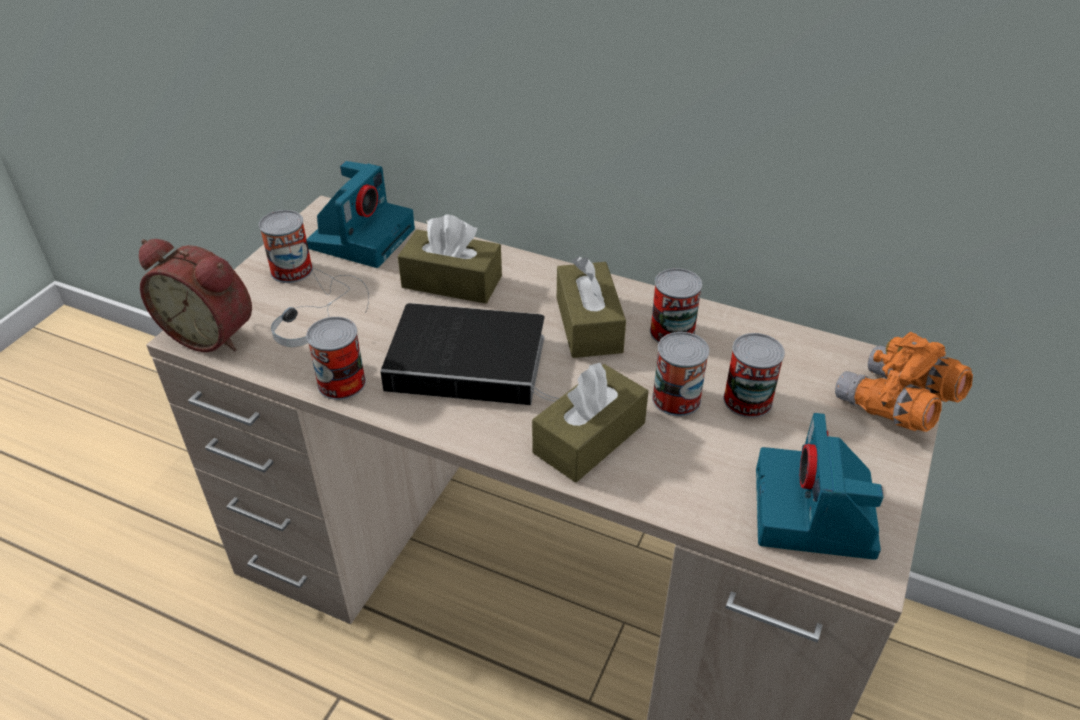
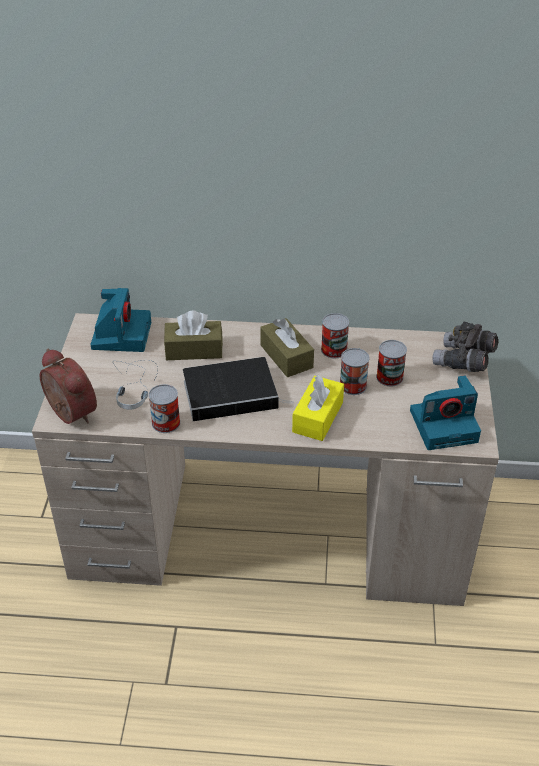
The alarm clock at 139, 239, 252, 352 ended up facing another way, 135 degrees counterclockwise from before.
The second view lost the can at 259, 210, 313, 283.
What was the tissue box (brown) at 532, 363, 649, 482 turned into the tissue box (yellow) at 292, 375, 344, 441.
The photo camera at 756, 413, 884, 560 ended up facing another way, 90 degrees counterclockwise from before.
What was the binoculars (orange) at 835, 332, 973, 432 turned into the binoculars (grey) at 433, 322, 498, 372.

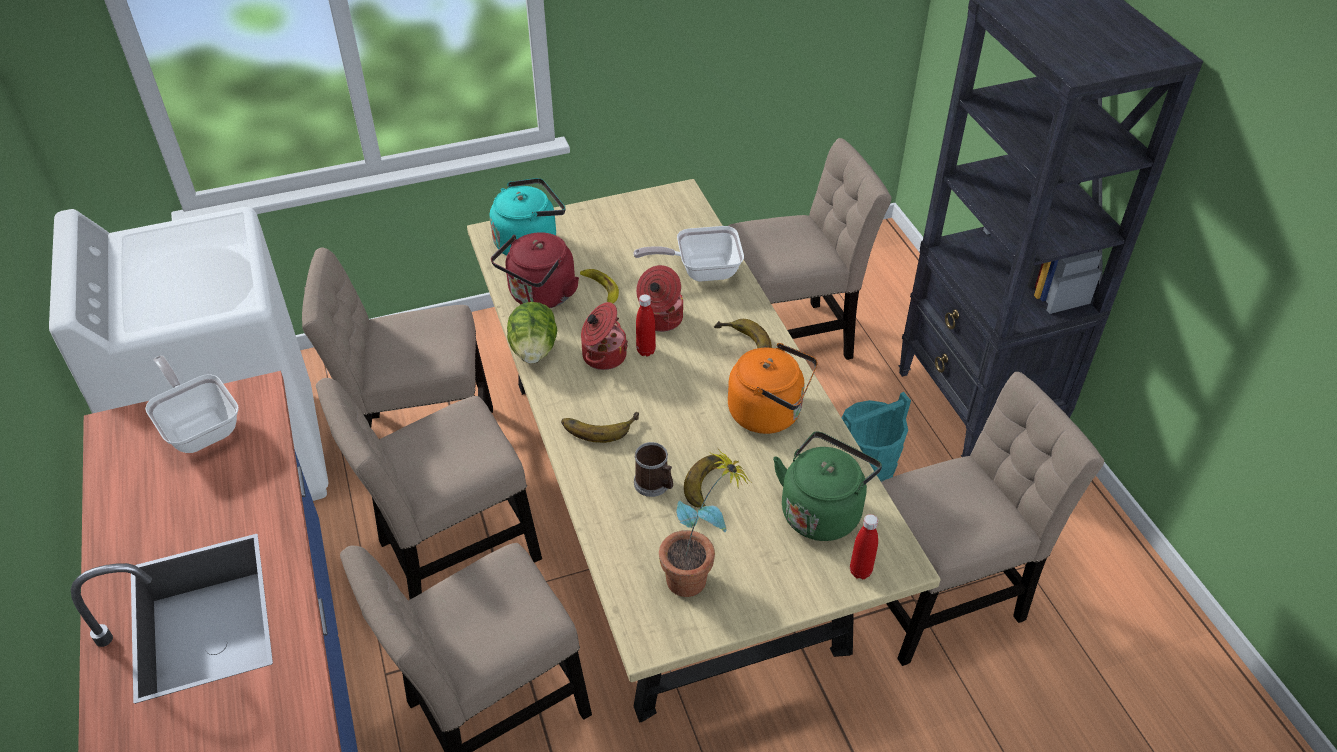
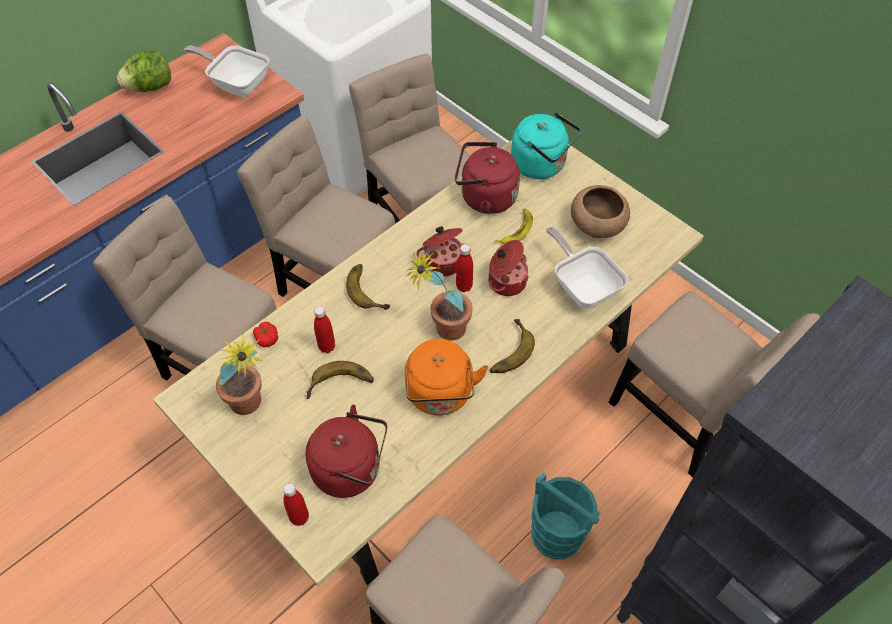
The frying pan at 145, 355, 239, 453 ended up facing another way, 90 degrees counterclockwise from before.
The lettuce ended up elsewhere, having gone from 507, 302, 557, 364 to 117, 51, 171, 92.
Where the mug stood at 634, 442, 673, 497, the bottle (red) came to stand at 314, 306, 335, 353.
What was the kettle (green) at 773, 431, 882, 541 turned into the kettle (red) at 305, 405, 387, 498.
The second view gained the tomato at 253, 322, 278, 347.
The second view gained the potted plant at 405, 251, 473, 341.
The second view gained the bowl (brown) at 571, 185, 630, 238.

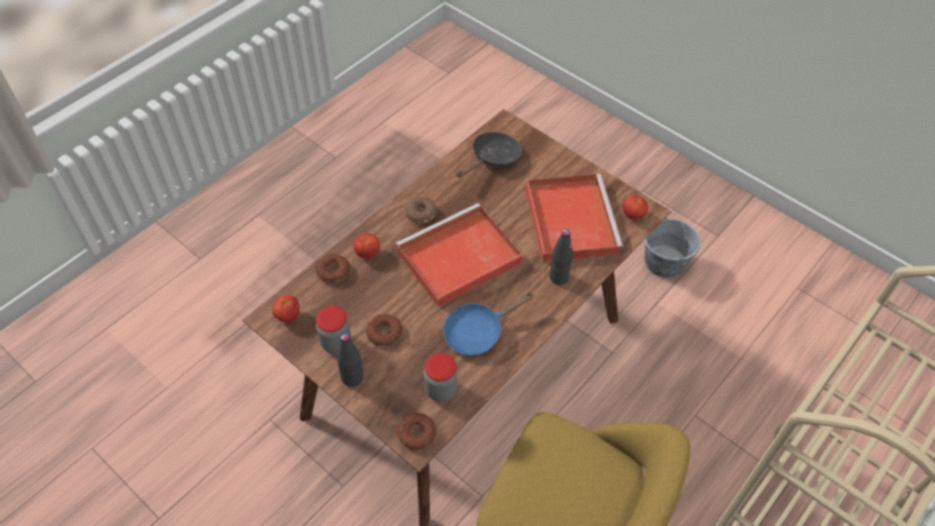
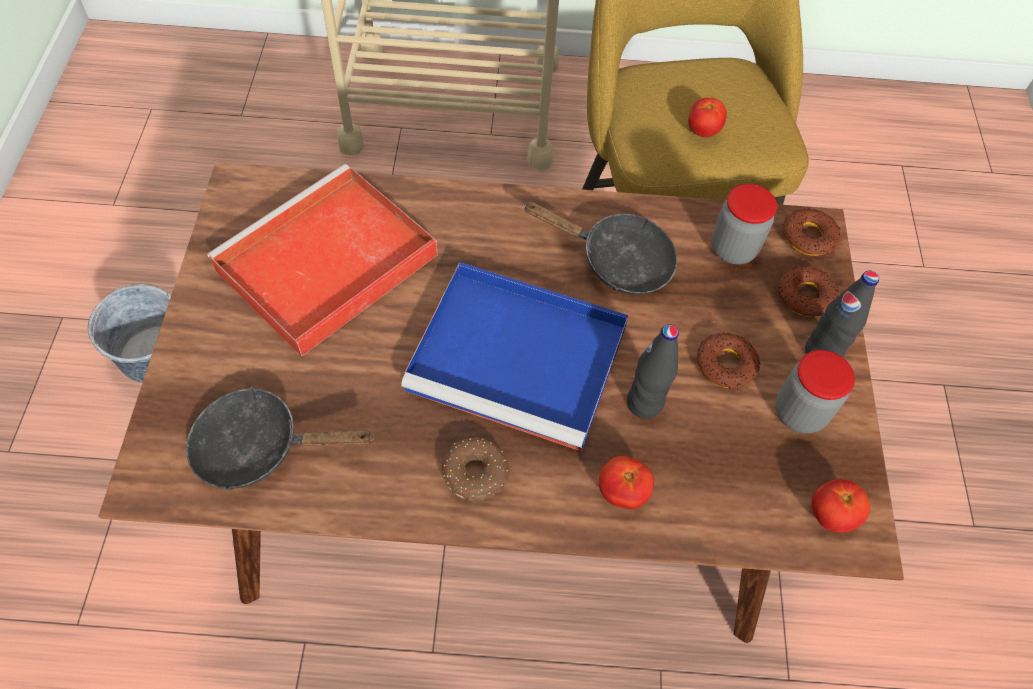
The donut ended up elsewhere, having gone from 315, 254, 350, 284 to 779, 265, 839, 317.
What was the tray (red) at 396, 203, 523, 307 turned into the tray (blue) at 401, 262, 629, 451.
What was the frying pan (blue) at 443, 292, 533, 356 turned into the frying pan (black) at 523, 202, 677, 295.
The bottle (black) ended up elsewhere, having gone from 549, 229, 573, 285 to 627, 324, 679, 419.
The tomato ended up elsewhere, having gone from 622, 195, 648, 219 to 688, 97, 727, 137.

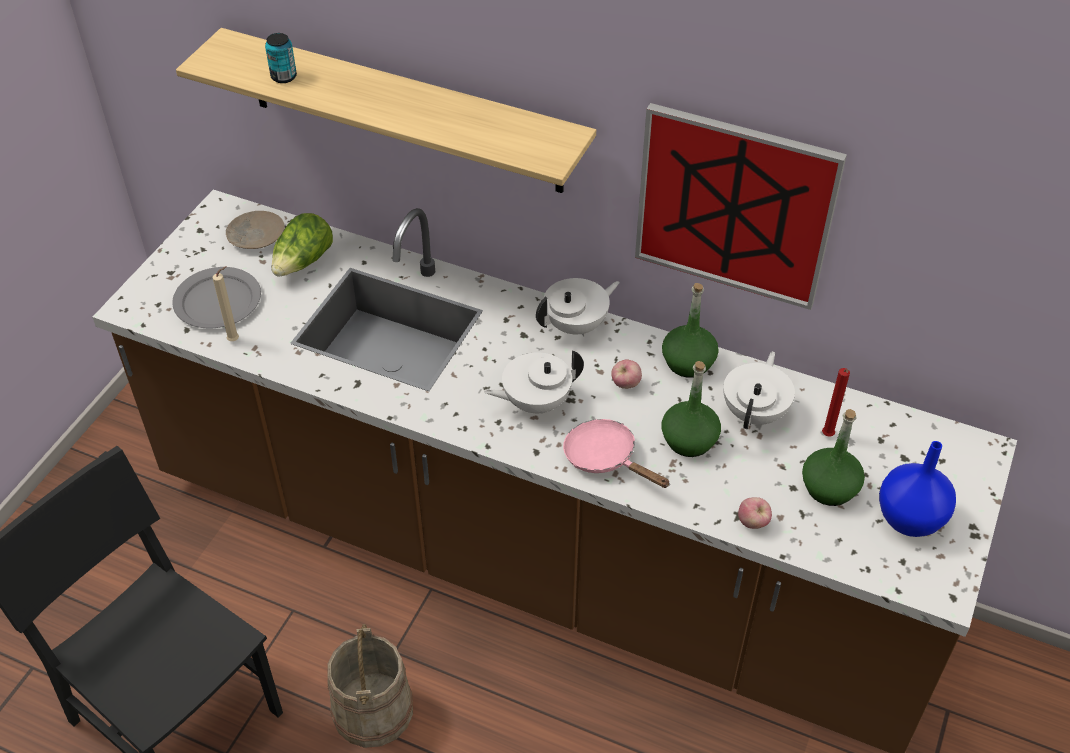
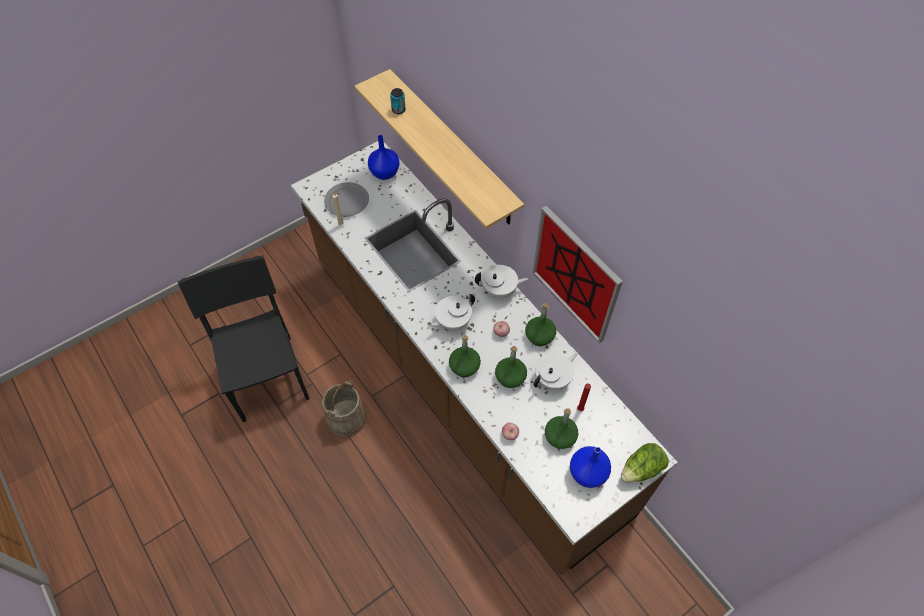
Where the plate (beige) stood at 226, 211, 285, 249, the vase (blue) came to stand at 368, 135, 400, 180.
The lettuce ended up elsewhere, having gone from 272, 213, 333, 277 to 621, 443, 669, 482.
The teapot (white) at 485, 350, 584, 414 ended up facing another way, 45 degrees counterclockwise from before.
Where the frying pan (pink) stood at 563, 419, 670, 488, the bottle (green) came to stand at 449, 335, 481, 377.

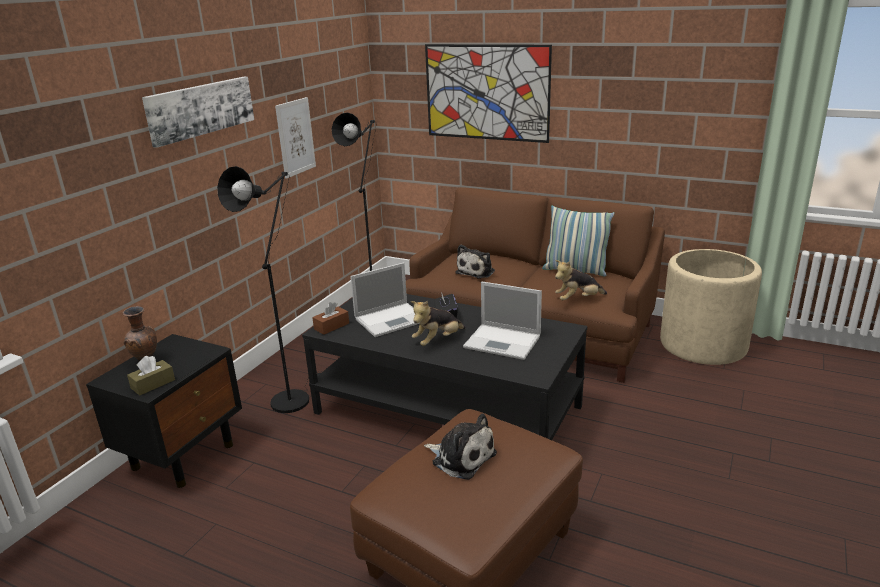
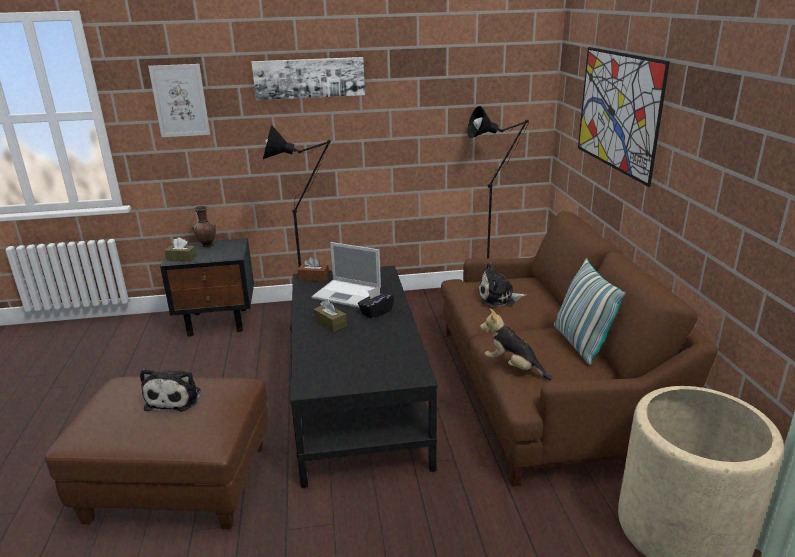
The picture ended up elsewhere, having gone from 275, 97, 316, 179 to 148, 64, 210, 137.
Where the plush toy stood at 410, 301, 466, 346, the tissue box (brown) came to stand at 313, 299, 347, 332.
The second view lost the laptop at 463, 282, 542, 360.

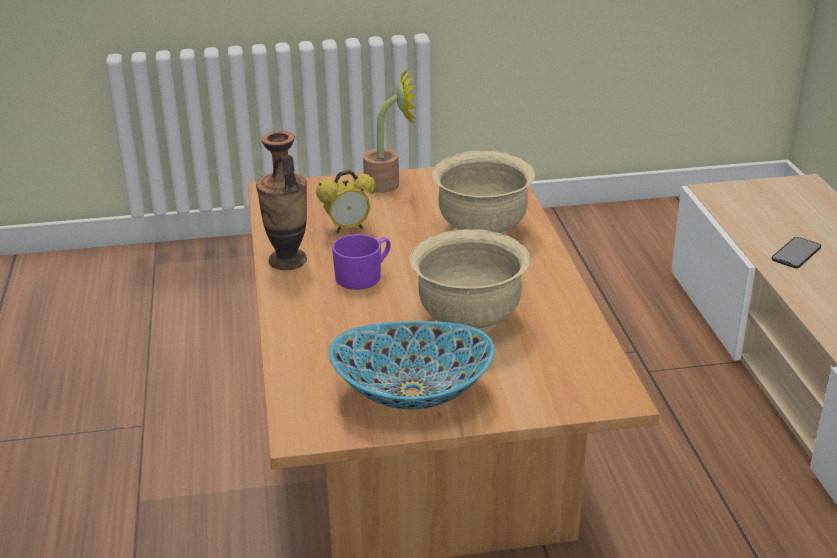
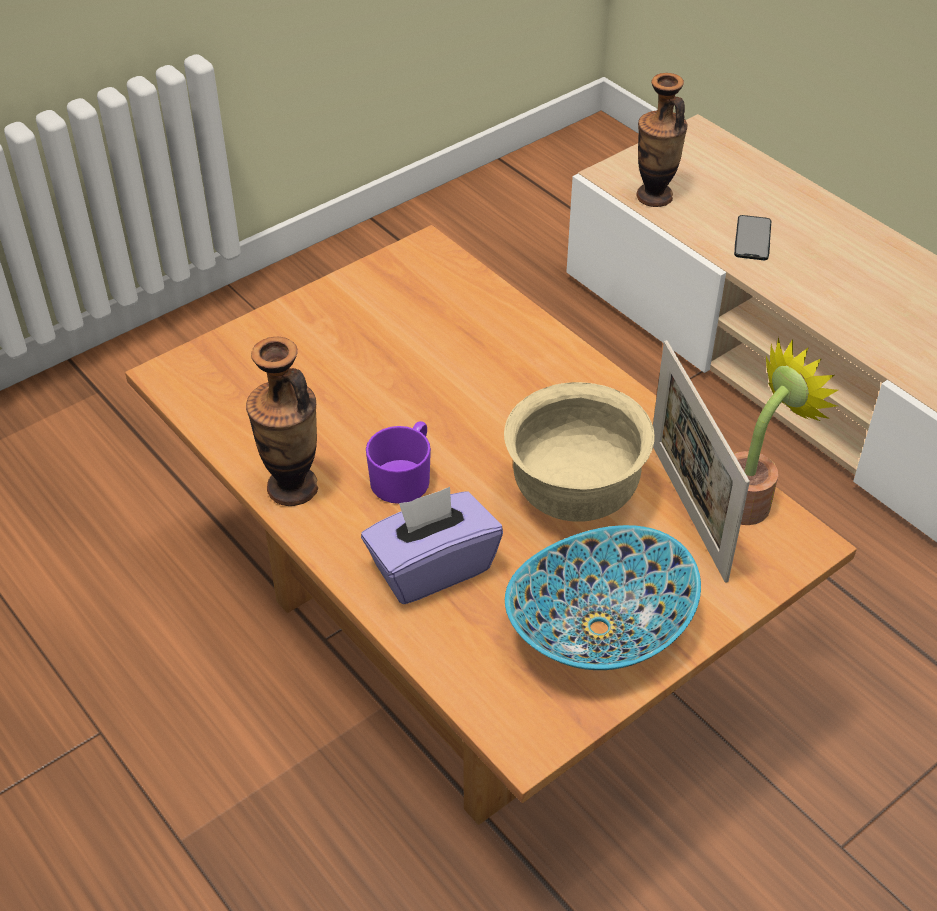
The second view lost the alarm clock at 316, 170, 376, 233.
The potted plant ended up elsewhere, having gone from 363, 70, 417, 193 to 734, 337, 838, 525.
The second view lost the bowl (beige) at 432, 150, 535, 234.
The second view gained the tissue box (purple) at 361, 487, 503, 604.
The second view gained the vase at 636, 73, 687, 207.
The second view gained the picture frame at 653, 340, 750, 582.

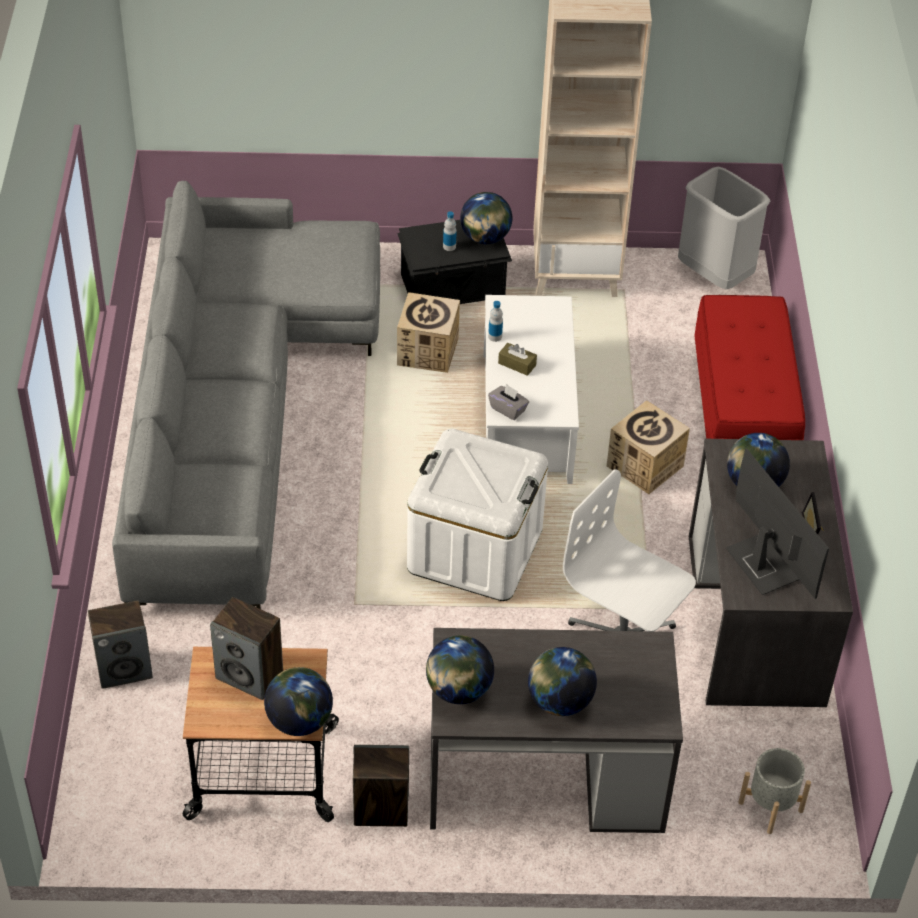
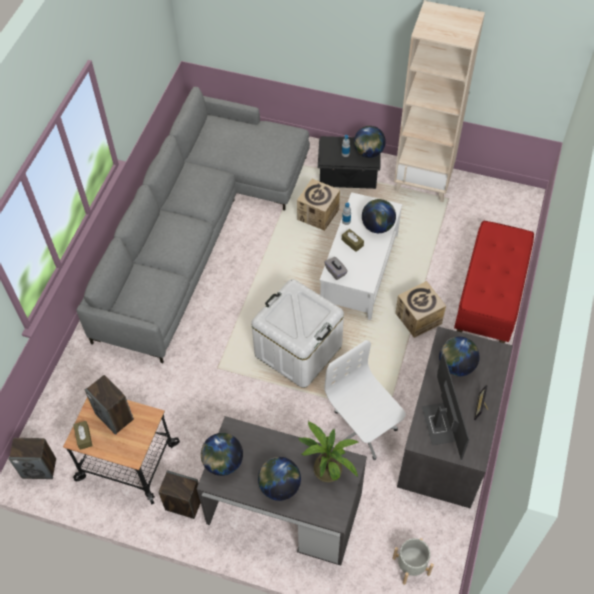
The speaker ended up elsewhere, having gone from 88, 600, 153, 689 to 9, 438, 56, 479.
The globe ended up elsewhere, having gone from 264, 667, 333, 736 to 362, 199, 396, 233.
The second view lost the trash can (grey) at 678, 167, 770, 289.
The second view gained the tissue box (brown) at 73, 421, 92, 450.
The second view gained the potted plant at 298, 421, 359, 482.

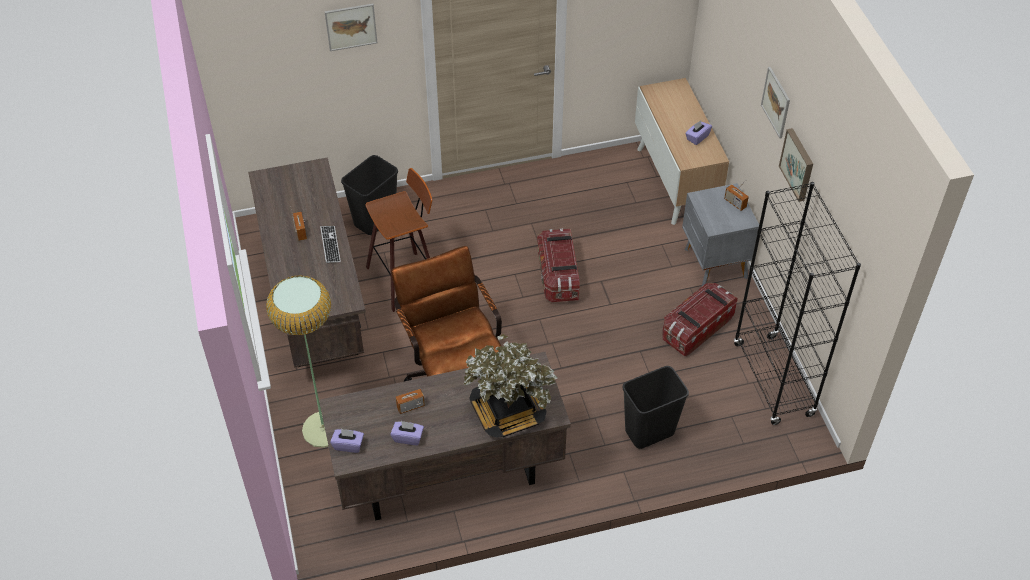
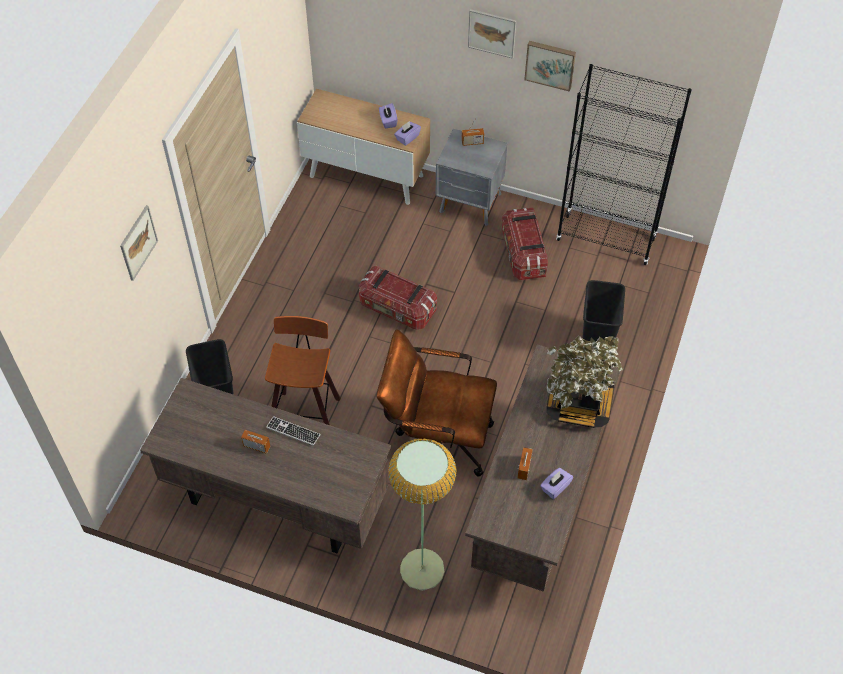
The tissue box (purple) ended up elsewhere, having gone from 330, 429, 364, 453 to 394, 121, 421, 146.

